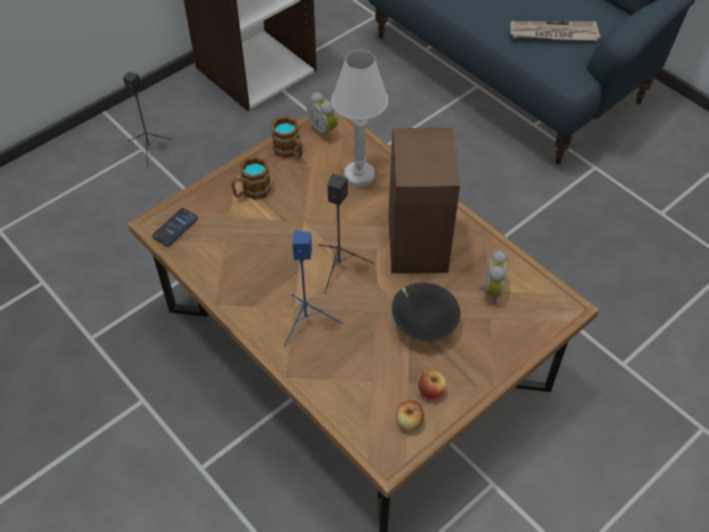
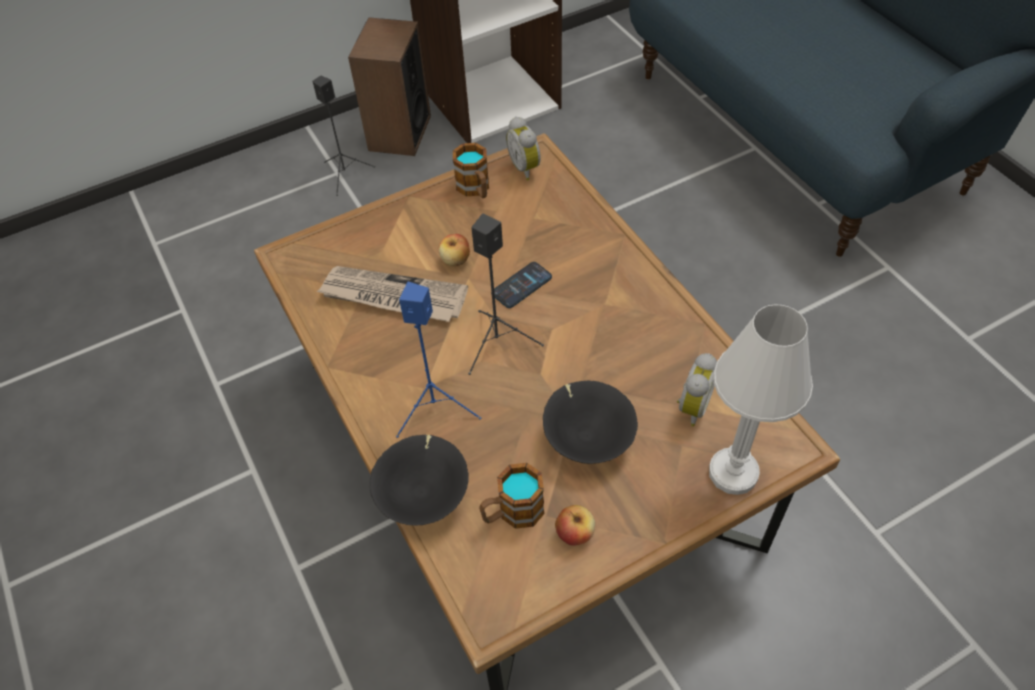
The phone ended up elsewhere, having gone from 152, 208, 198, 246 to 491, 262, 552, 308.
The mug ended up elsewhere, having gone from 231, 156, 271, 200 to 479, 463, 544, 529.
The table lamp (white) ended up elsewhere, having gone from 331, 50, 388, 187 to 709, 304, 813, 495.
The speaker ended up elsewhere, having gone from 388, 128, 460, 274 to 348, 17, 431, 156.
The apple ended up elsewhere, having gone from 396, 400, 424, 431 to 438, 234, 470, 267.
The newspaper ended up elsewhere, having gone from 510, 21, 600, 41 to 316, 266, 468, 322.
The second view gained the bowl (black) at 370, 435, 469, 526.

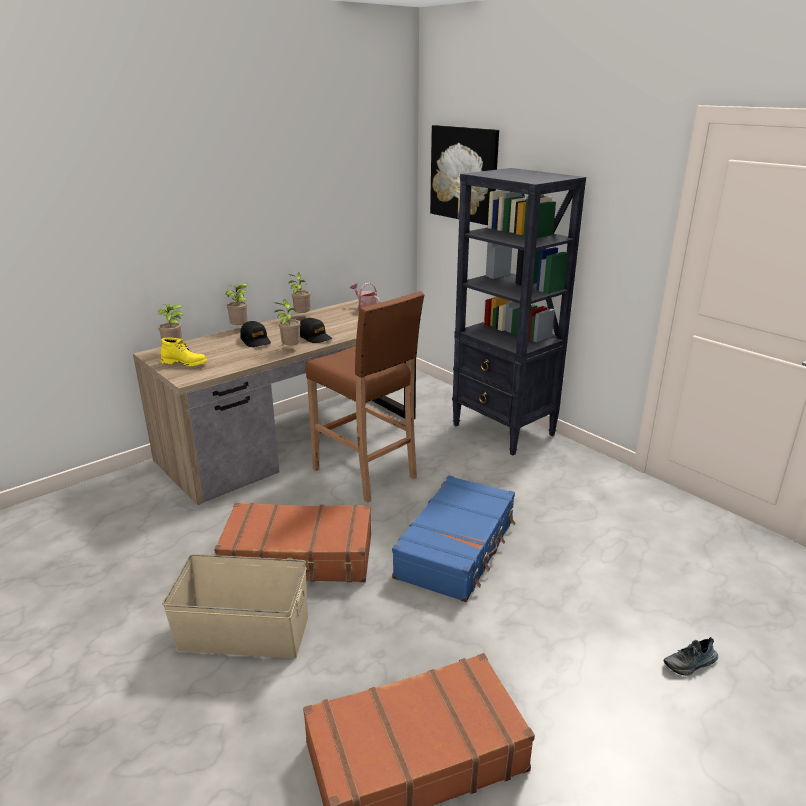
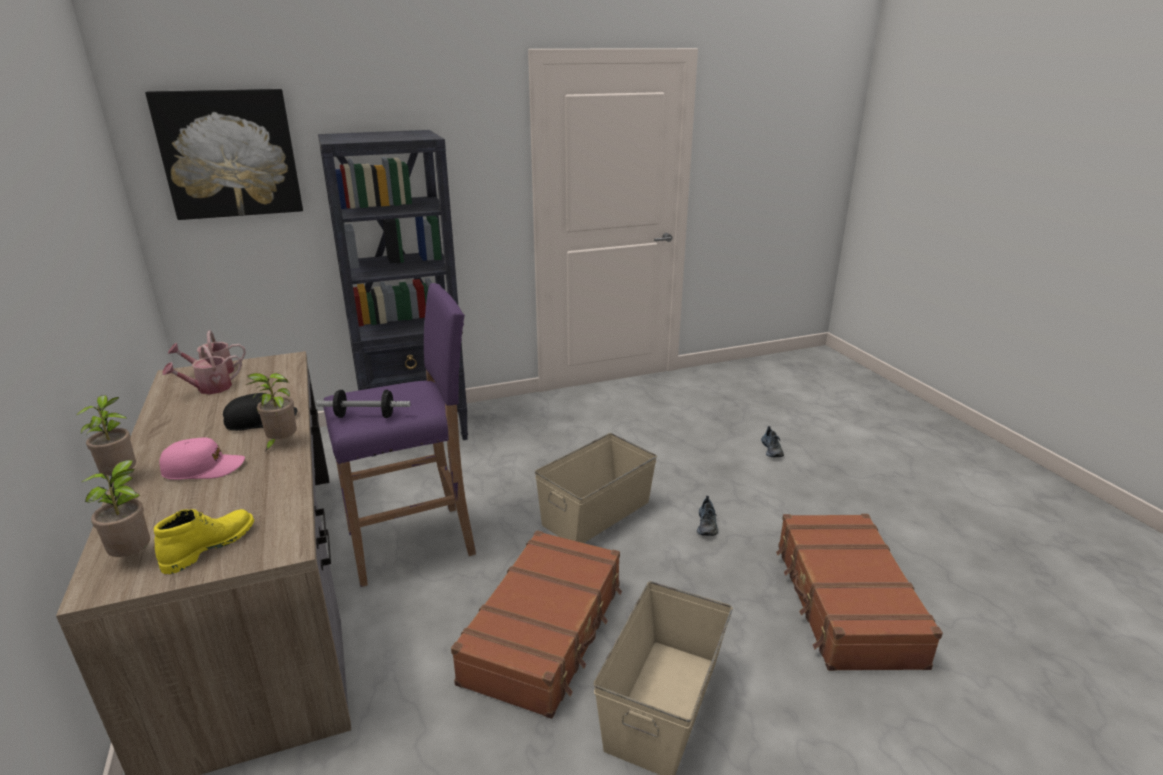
What was the cap (black) at 240, 321, 271, 347 turned into the cap (pink) at 159, 438, 245, 480.
The second view lost the potted plant at 288, 272, 311, 313.
What was the stool (brown) at 305, 291, 424, 503 turned into the stool (purple) at 324, 283, 476, 587.
Where the suitcase (blue) stood at 392, 476, 515, 602, the storage box (beige) came to stand at 535, 433, 657, 543.
The second view gained the watering can at 162, 345, 242, 394.
The second view gained the dumbbell at 316, 390, 410, 418.
The second view gained the shoe at 697, 496, 718, 536.

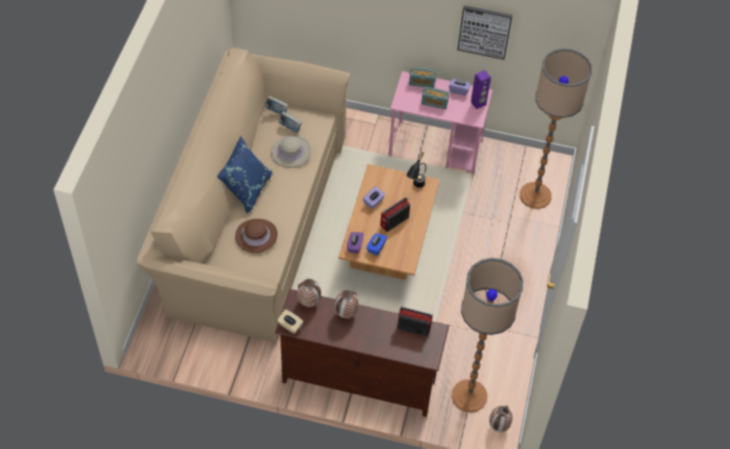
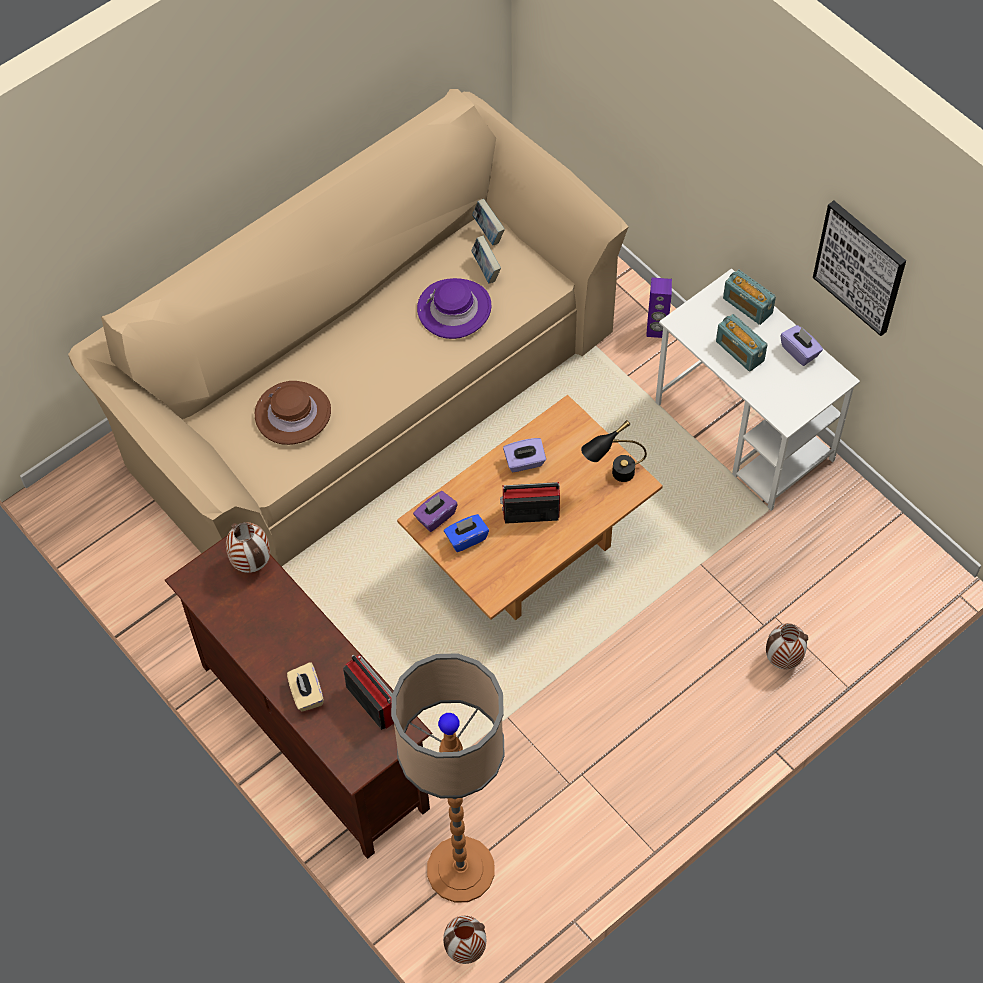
The second view lost the pillow (blue) at 217, 136, 272, 214.
What was the hat (beige) at 271, 136, 311, 168 turned into the hat (purple) at 417, 278, 492, 339.
The tissue box (beige) ended up elsewhere, having gone from 277, 309, 304, 334 to 287, 662, 324, 712.
The vase ended up elsewhere, having gone from 335, 290, 358, 318 to 766, 623, 808, 669.
What was the desk (pink) at 388, 71, 493, 174 turned into the desk (white) at 655, 268, 860, 511.
The speaker (purple) ended up elsewhere, having gone from 471, 70, 491, 109 to 646, 278, 672, 338.
The second view lost the floor lamp at 520, 48, 592, 209.

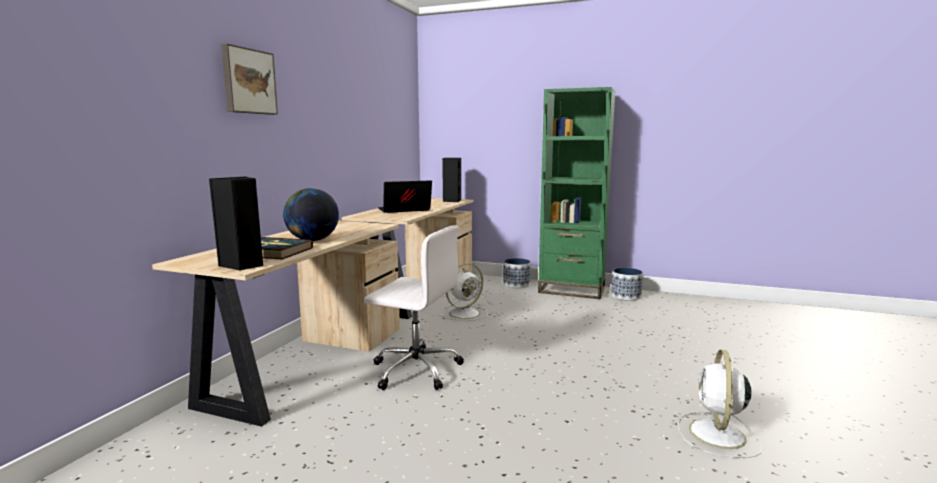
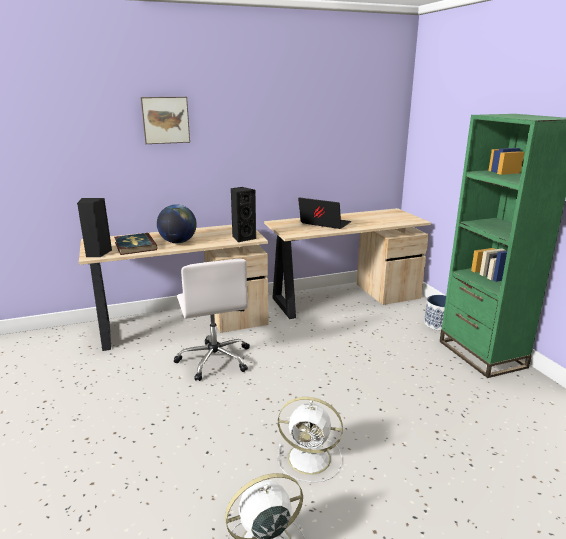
The fan (white) ended up elsewhere, having gone from 441, 263, 488, 321 to 278, 397, 343, 482.
The speaker (black) ended up elsewhere, having gone from 442, 158, 461, 202 to 231, 187, 257, 242.
The second view lost the planter at 611, 268, 643, 301.

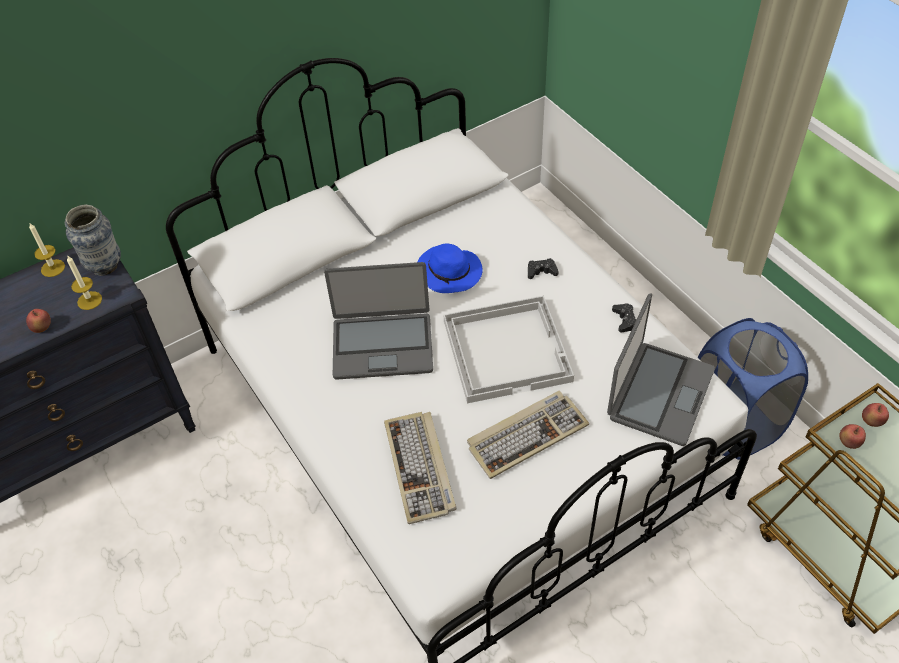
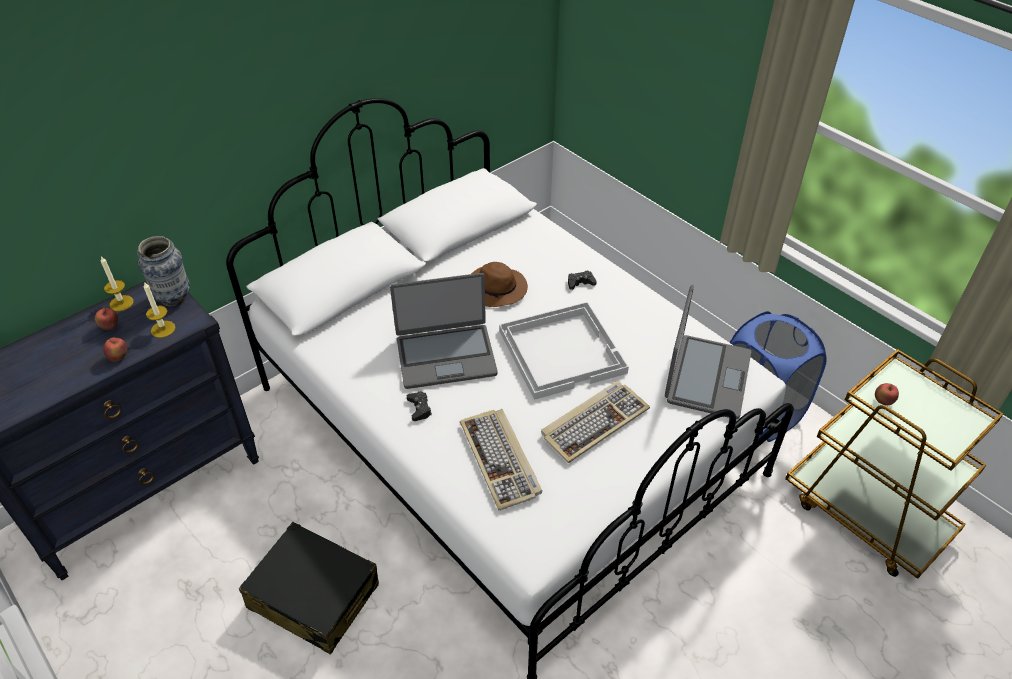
What was the hat (blue) at 418, 243, 483, 293 turned into the hat (brown) at 471, 262, 528, 307.
The game controller (black) ended up elsewhere, having gone from 612, 303, 637, 332 to 407, 392, 432, 421.
The apple ended up elsewhere, having gone from 862, 403, 889, 427 to 95, 308, 118, 330.
The second view gained the suitcase (black) at 239, 522, 379, 655.

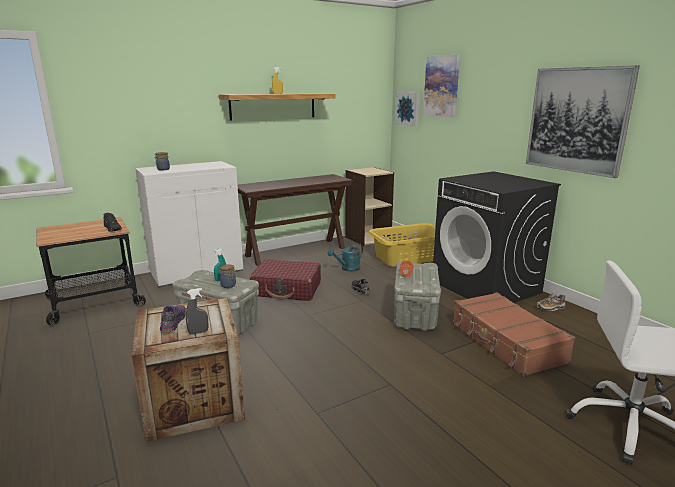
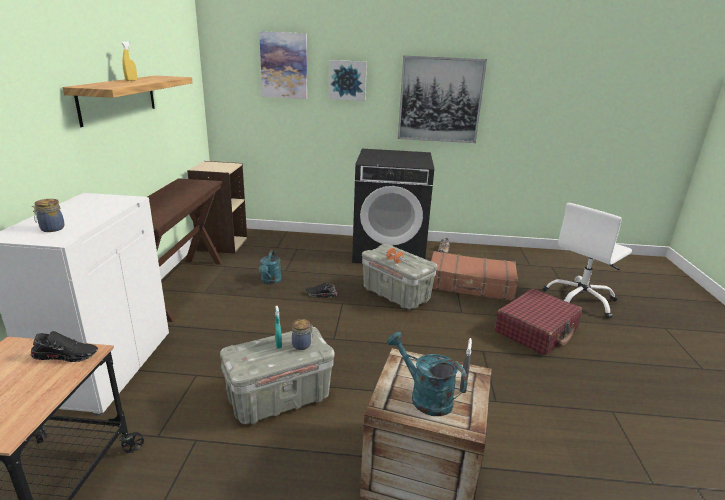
Where the shoe (purple) stood at 160, 305, 186, 332, the watering can (turquoise) came to stand at 387, 332, 467, 416.
The suitcase (red) ended up elsewhere, having gone from 250, 259, 321, 301 to 495, 289, 582, 355.
The second view lost the laundry basket (yellow) at 369, 223, 436, 267.
The picture ended up elsewhere, having gone from 395, 92, 420, 126 to 329, 60, 367, 101.

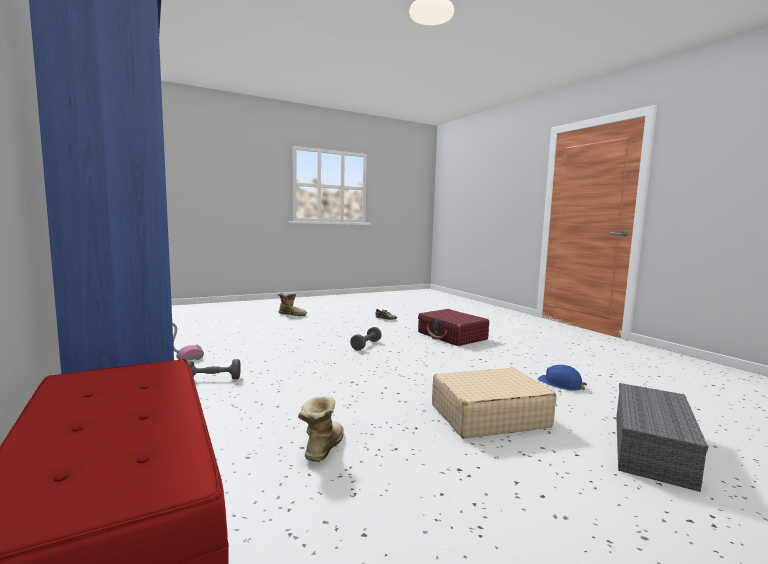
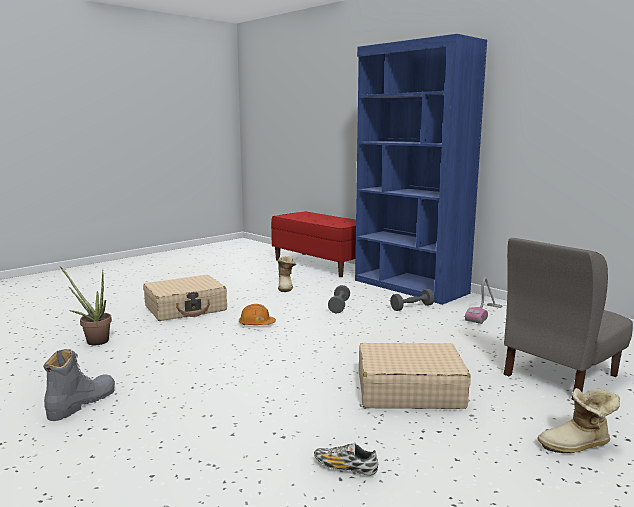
The dumbbell (grey) ended up elsewhere, having gone from 350, 327, 381, 351 to 328, 285, 350, 313.
The second view lost the suitcase (red) at 418, 309, 489, 346.
Where the hard hat (blue) stood at 538, 365, 587, 391, the potted plant came to stand at 60, 266, 112, 345.
The second view lost the storage box (grey) at 616, 383, 708, 492.
The second view gained the boot (grey) at 43, 349, 115, 421.
The second view gained the hard hat (orange) at 239, 304, 276, 325.
The second view gained the suitcase (beige) at 359, 343, 471, 409.
The second view gained the chair (grey) at 503, 238, 633, 400.

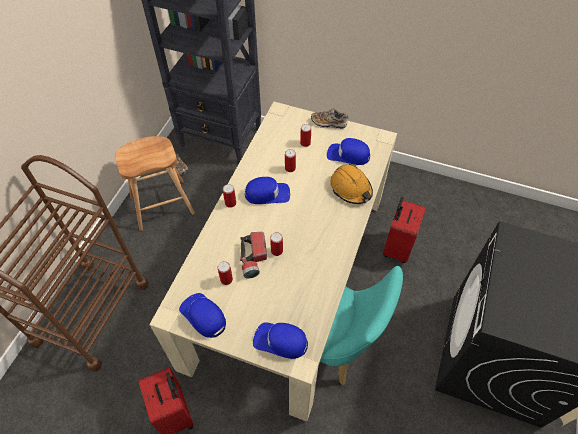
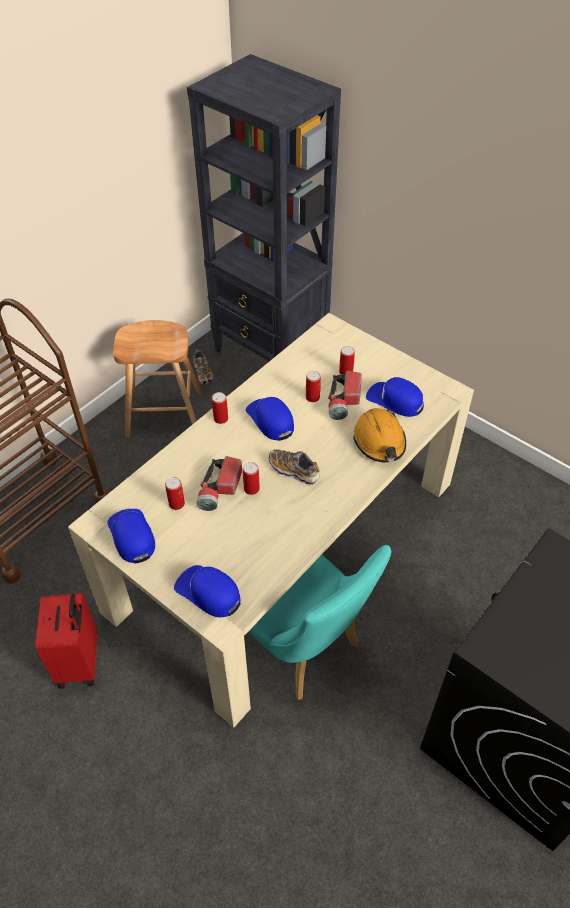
The cap (blue) at 245, 177, 290, 204 ended up facing another way, 135 degrees counterclockwise from before.
The shoe ended up elsewhere, having gone from 311, 108, 349, 129 to 269, 449, 320, 485.
The second view lost the suitcase (red) at 383, 197, 426, 263.
The second view gained the flashlight at 328, 371, 362, 420.

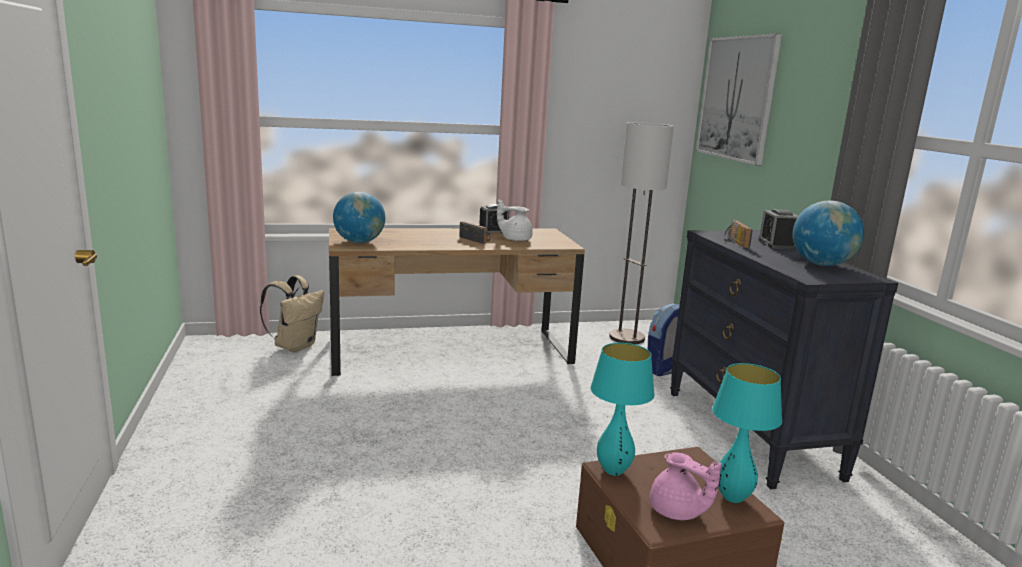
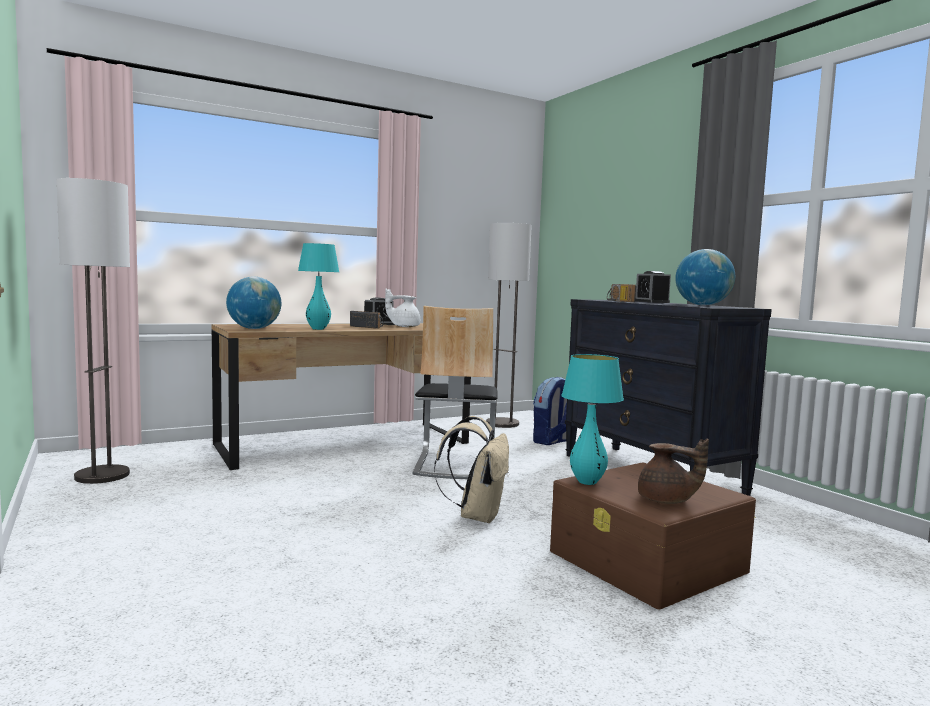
The backpack (beige) ended up elsewhere, having gone from 260, 275, 324, 352 to 434, 416, 509, 523.
What was the teapot (pink) at 650, 452, 722, 520 turned into the teapot (brown) at 638, 439, 709, 504.
The second view lost the picture at 696, 33, 782, 166.
The table lamp (turquoise) ended up elsewhere, having gone from 712, 363, 782, 503 to 298, 243, 339, 330.
The second view gained the floor lamp at 57, 178, 130, 484.
The second view gained the chair at 412, 306, 498, 479.

